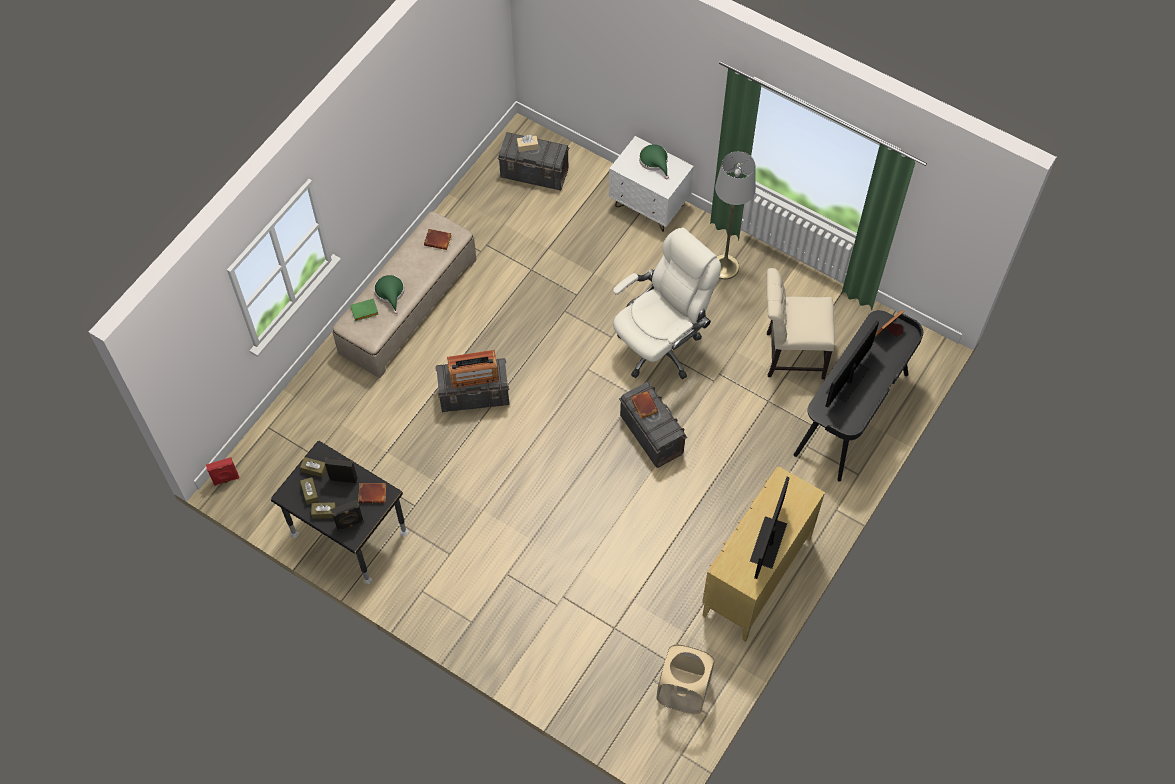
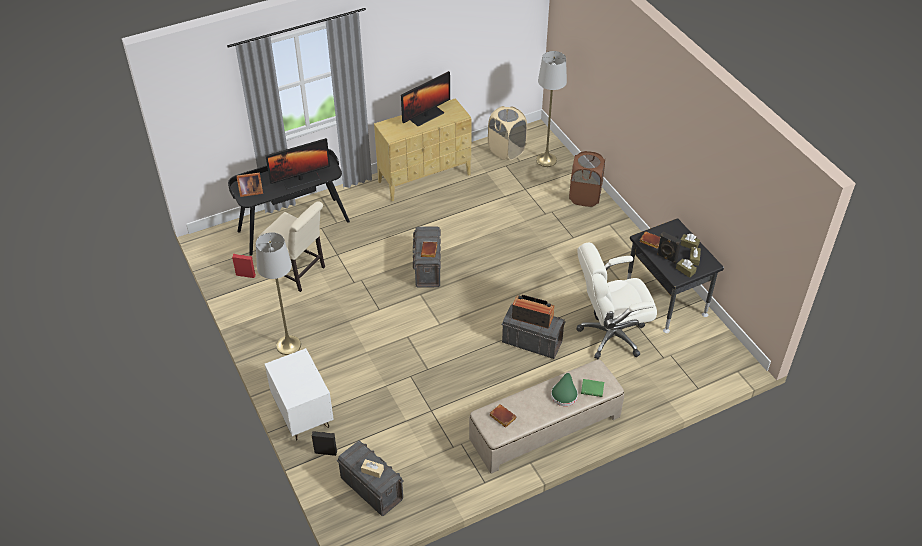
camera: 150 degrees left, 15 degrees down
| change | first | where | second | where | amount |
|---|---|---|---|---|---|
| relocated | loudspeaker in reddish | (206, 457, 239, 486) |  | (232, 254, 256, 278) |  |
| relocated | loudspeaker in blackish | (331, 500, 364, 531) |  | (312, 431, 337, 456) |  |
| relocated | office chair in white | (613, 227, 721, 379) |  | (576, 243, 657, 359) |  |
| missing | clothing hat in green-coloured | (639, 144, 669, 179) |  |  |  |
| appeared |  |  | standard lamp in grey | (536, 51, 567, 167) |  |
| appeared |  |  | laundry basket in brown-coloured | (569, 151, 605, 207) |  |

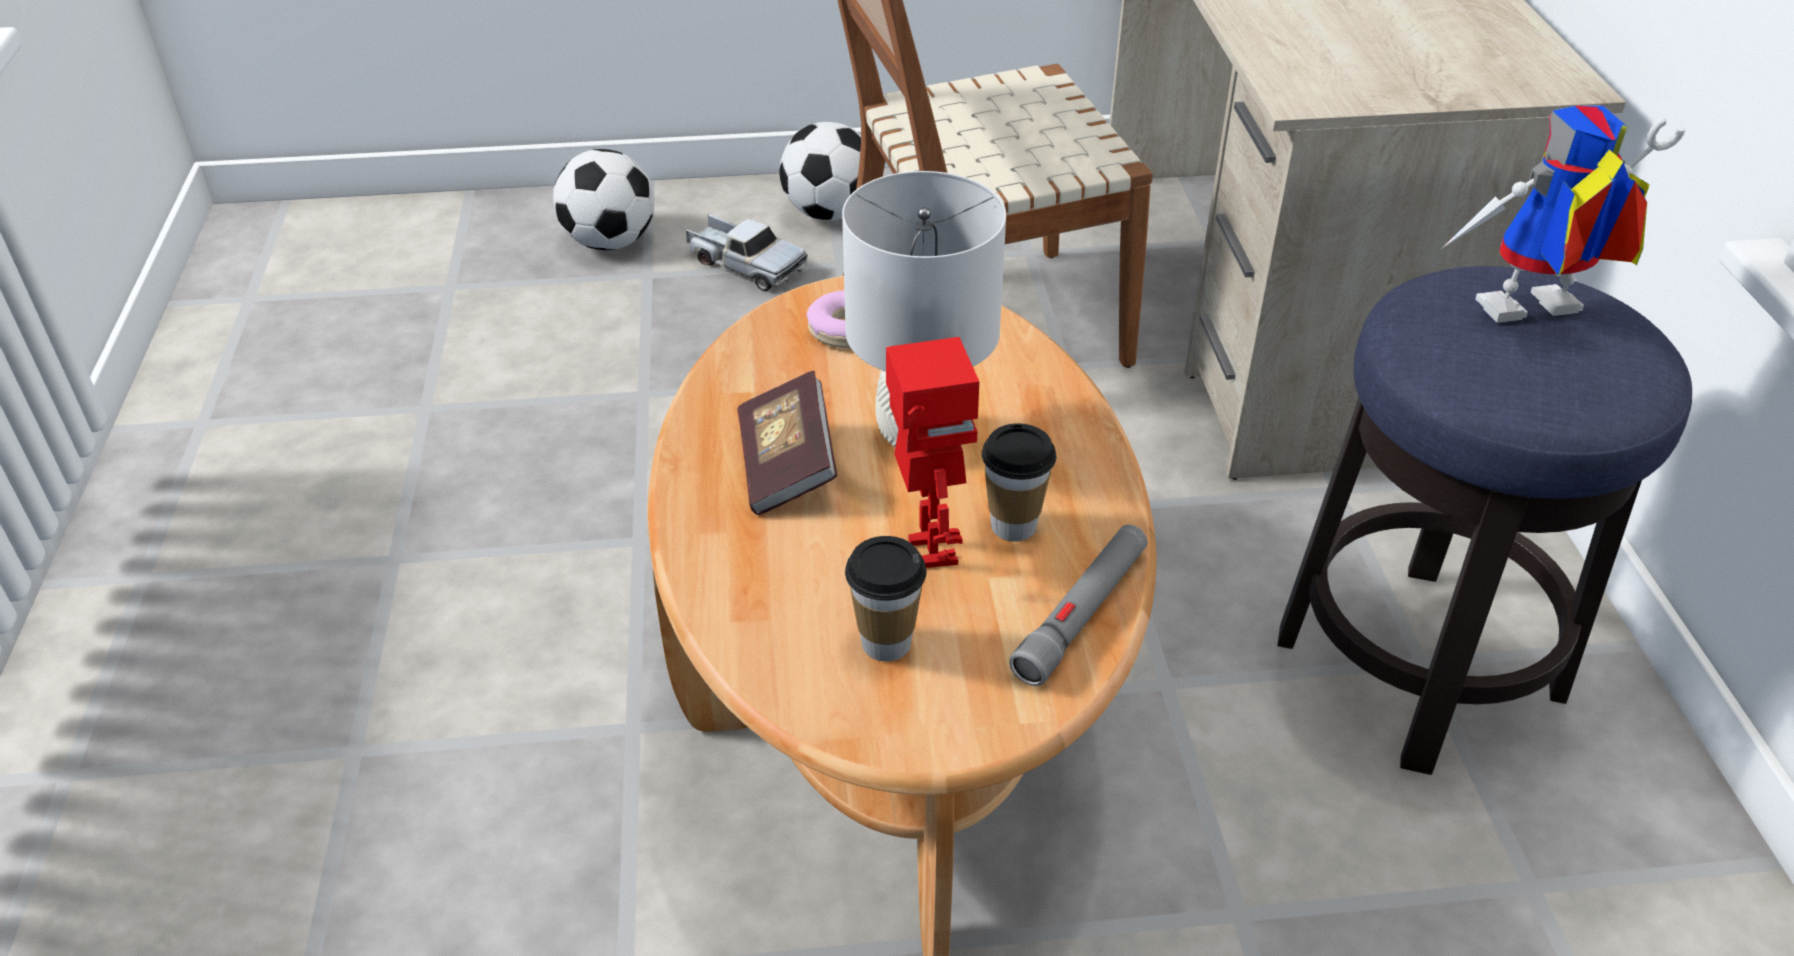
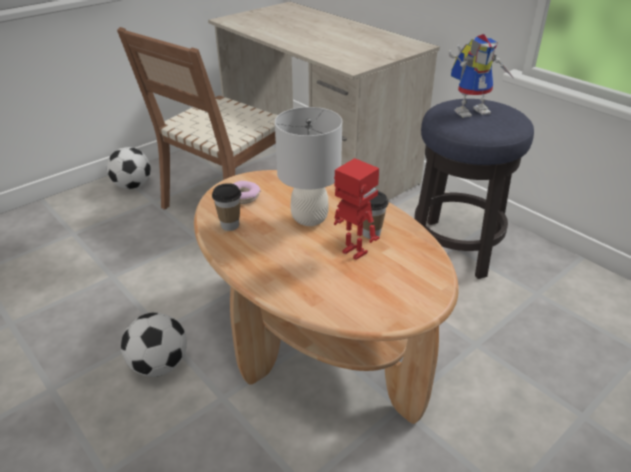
camera: 35 degrees left, 5 degrees down
| change | first | where | second | where | amount |
|---|---|---|---|---|---|
| relocated | football ball | (553, 149, 654, 250) |  | (121, 313, 187, 377) |  |
| missing | toy truck | (686, 214, 807, 291) |  |  |  |
| missing | volume | (737, 370, 837, 515) |  |  |  |
| relocated | cup | (845, 536, 926, 662) |  | (212, 183, 241, 231) |  |
| missing | flashlight in grey | (1009, 524, 1148, 686) |  |  |  |
| spun | toy robot | (1440, 105, 1686, 323) |  | (448, 34, 513, 118) | 150 degrees counterclockwise |

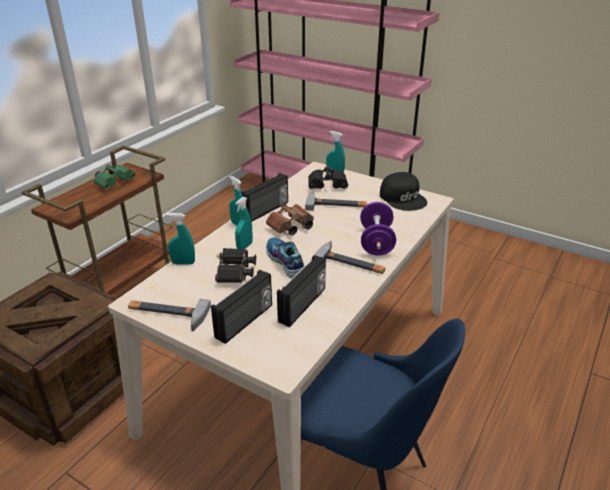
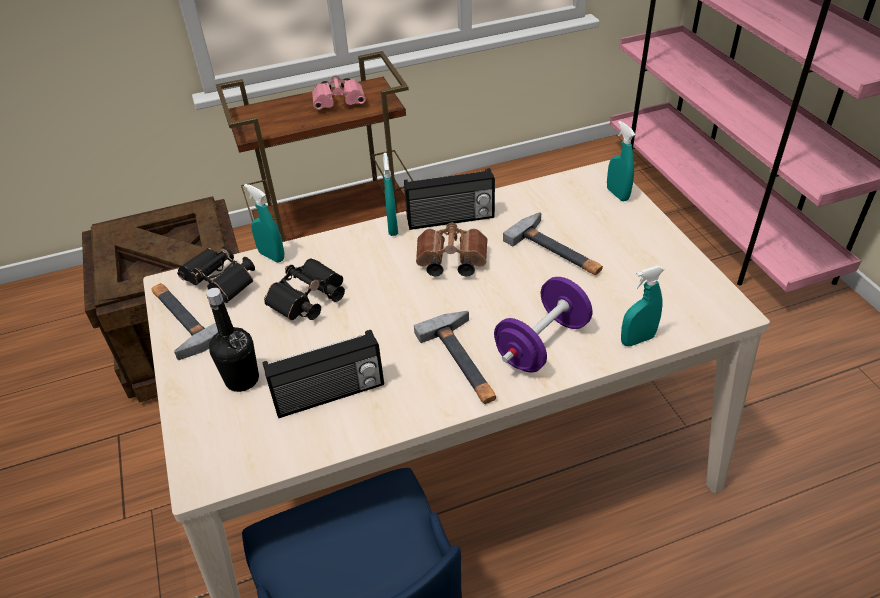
camera: 40 degrees right, 10 degrees up
| change | first | where | second | where | amount |
|---|---|---|---|---|---|
| colour | binoculars in green-coloured | (94, 165, 136, 189) | binoculars in pink | (312, 75, 366, 110) |  |
| exchanged | radio receiver | (211, 270, 272, 344) | drink bottle in blackish | (206, 288, 259, 392) |  |
| relocated | hand sprayer in blue-green | (235, 197, 253, 249) |  | (621, 266, 664, 346) |  |
| missing | item of footwear | (266, 238, 304, 279) |  |  |  |
| relocated | binoculars in blackish | (308, 166, 348, 189) |  | (177, 246, 255, 303) |  |
| missing | baseball cap in blackish | (380, 172, 427, 211) |  |  |  |

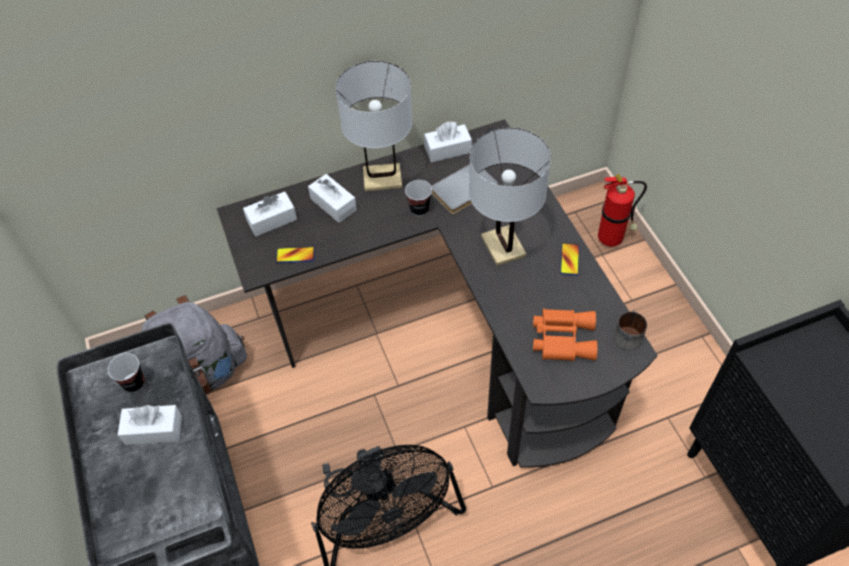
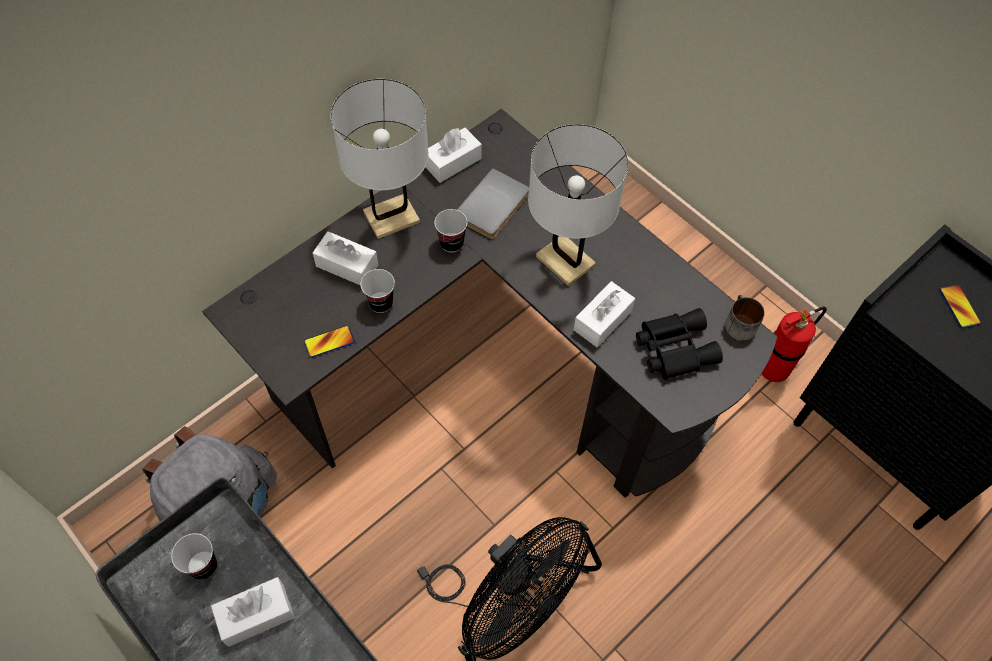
camera: 25 degrees left, 5 degrees up
| change | first | where | second | where | amount |
|---|---|---|---|---|---|
| relocated | tissue box in white | (243, 192, 297, 237) |  | (574, 281, 635, 347) |  |
| colour | binoculars in orange-coloured | (533, 308, 597, 361) | binoculars in blackish | (636, 308, 723, 380) |  |
| relocated | handset | (560, 243, 579, 275) |  | (939, 284, 981, 328) |  |
| relocated | extinguisher | (598, 174, 647, 247) |  | (762, 307, 827, 382) |  |
| appeared |  |  | cup | (360, 269, 395, 313) |  |

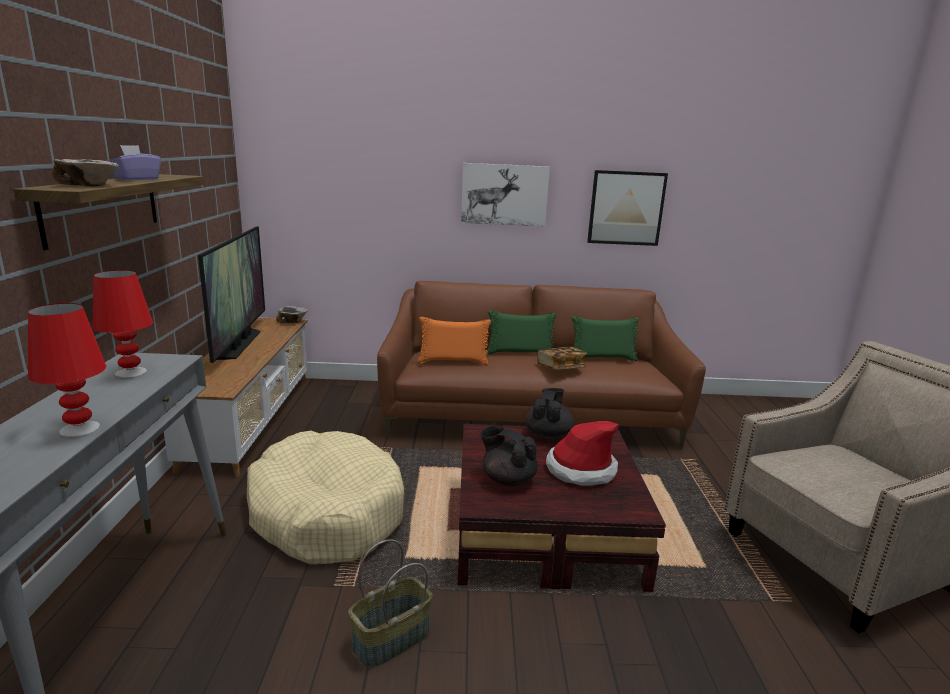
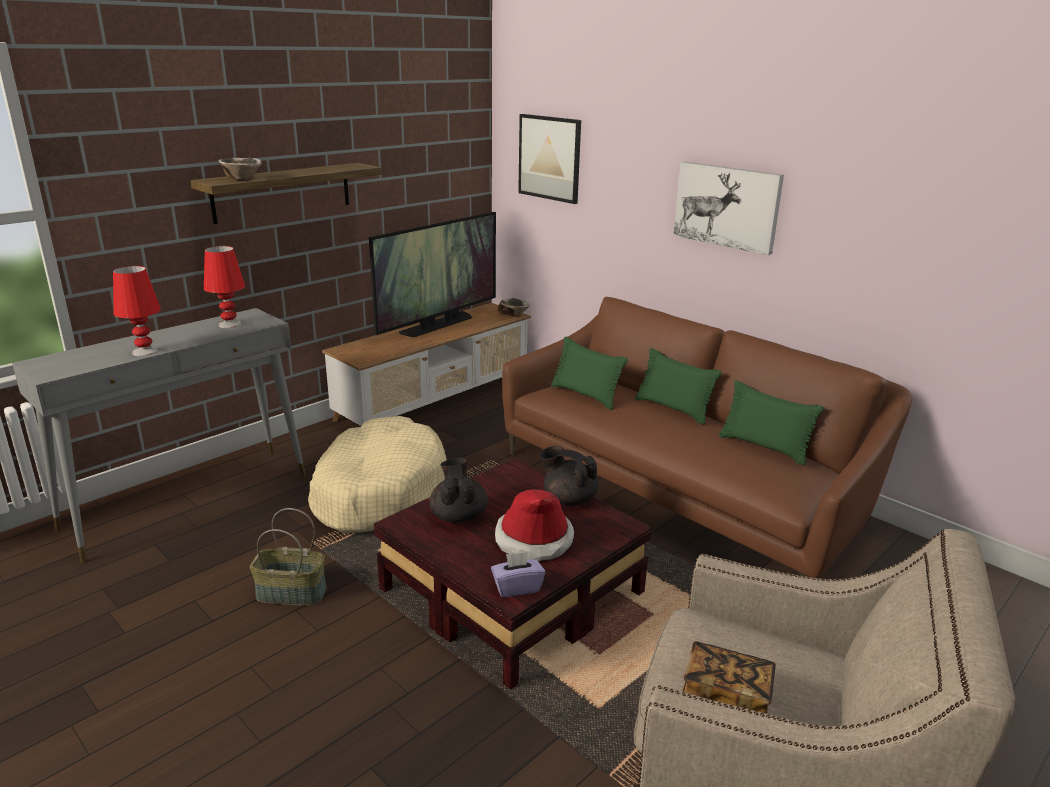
camera: 45 degrees right, 5 degrees up
| change | first | where | second | where | amount |
|---|---|---|---|---|---|
| relocated | tissue box in purple | (107, 145, 161, 180) |  | (491, 552, 546, 597) |  |
| colour | throw pillow in orange-coloured | (417, 317, 491, 366) | throw pillow in green-coloured | (550, 336, 628, 410) |  |
| spun | tea pot in blackish | (526, 388, 574, 439) |  | (540, 446, 599, 506) | 120 degrees counterclockwise |
| relocated | volume | (537, 346, 587, 370) |  | (682, 641, 776, 714) |  |
| relocated | wall art | (587, 170, 668, 246) |  | (518, 114, 581, 204) |  |

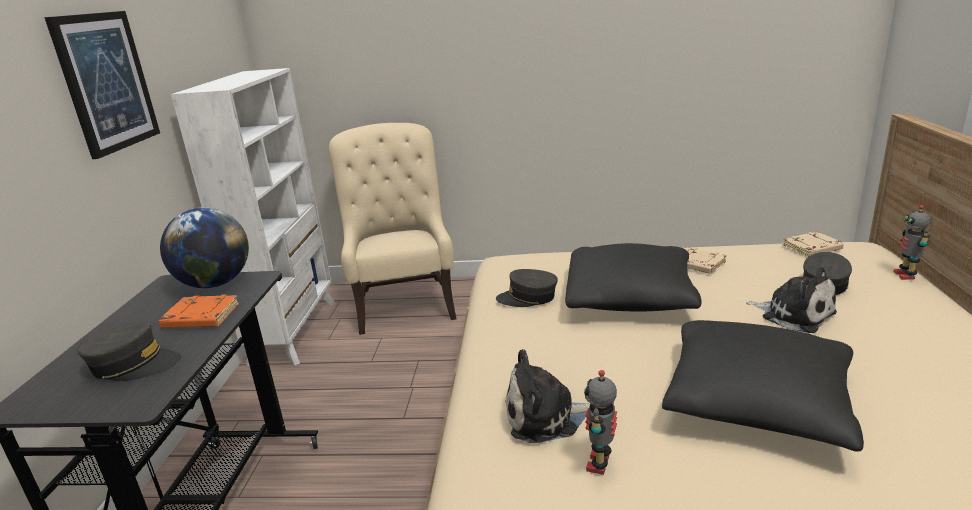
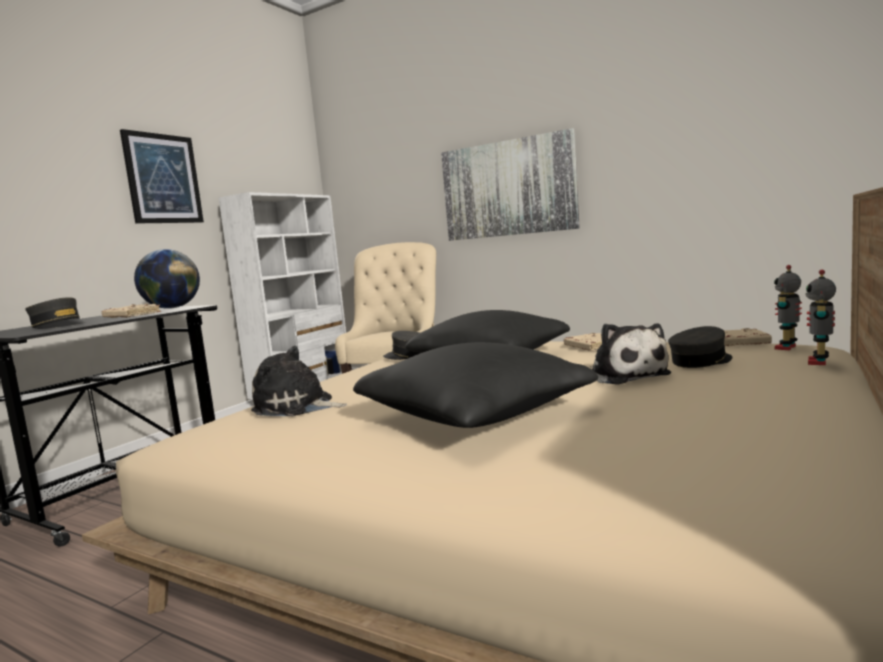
camera: 25 degrees right, 15 degrees down
| change | first | where | second | where | amount |
|---|---|---|---|---|---|
| colour | volume in orange-coloured | (159, 294, 240, 328) | volume in sand-coloured | (102, 304, 161, 318) |  |
| relocated | toy robot | (584, 370, 617, 475) |  | (774, 265, 802, 350) |  |
| appeared |  |  | wall art | (441, 128, 580, 241) |  |

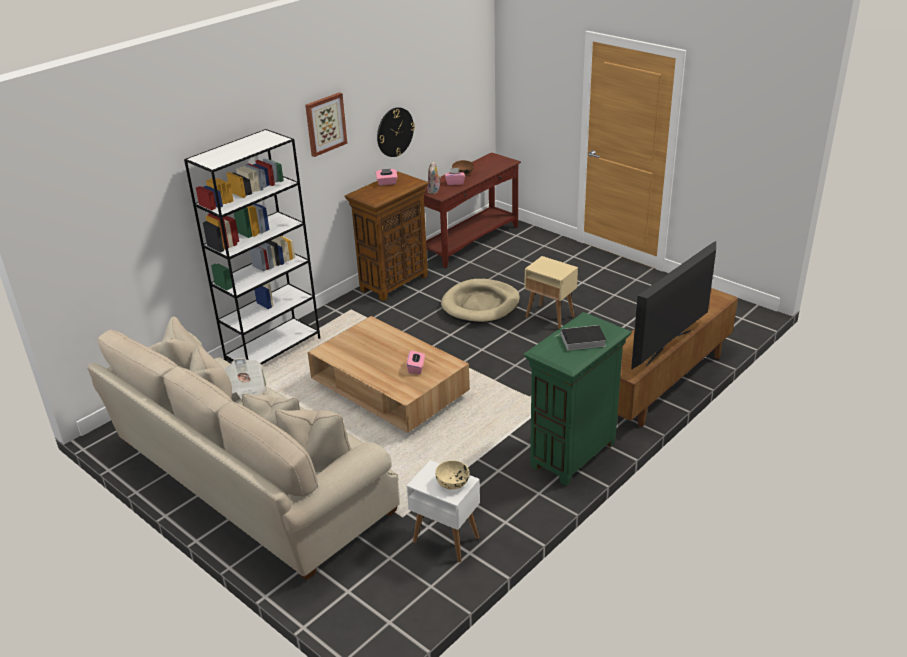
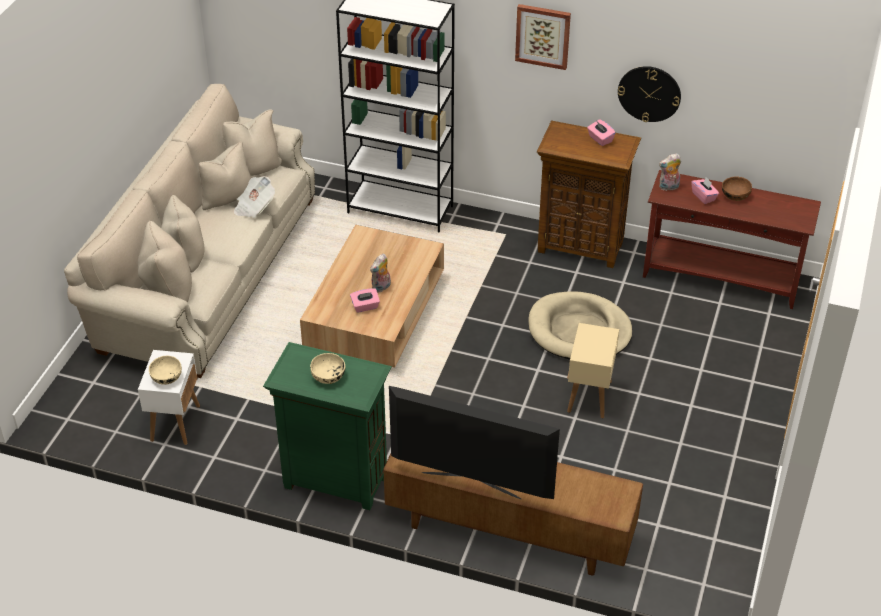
camera: 65 degrees right, 10 degrees up
| change | first | where | second | where | amount |
|---|---|---|---|---|---|
| exchanged | volume | (555, 325, 606, 351) | serving bowl in sand-coloured | (310, 353, 346, 384) |  |
| appeared |  |  | soft toy | (370, 254, 391, 293) |  |

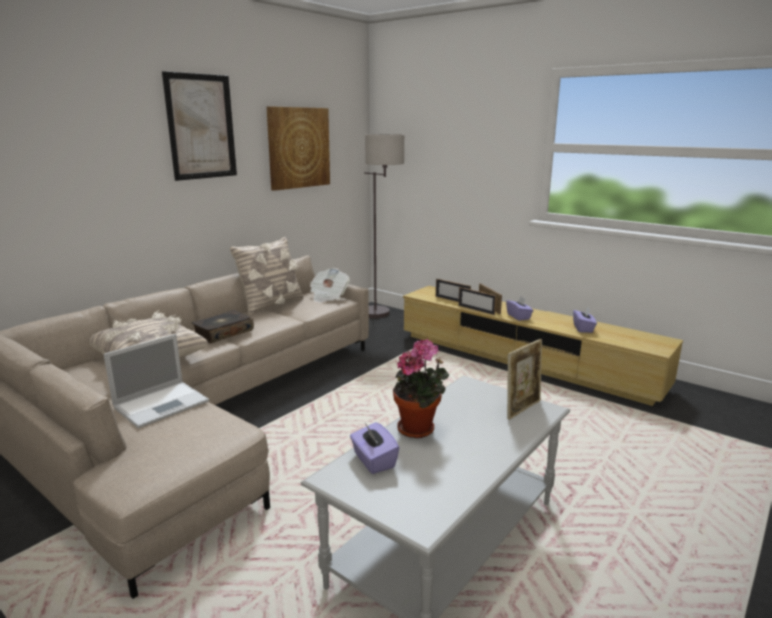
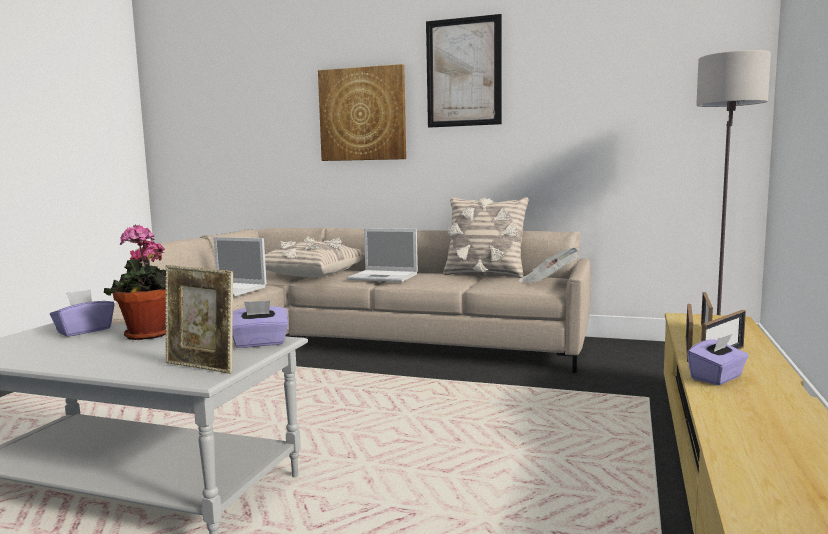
camera: 70 degrees right, 10 degrees down
| change | first | where | second | where | amount |
|---|---|---|---|---|---|
| exchanged | volume | (192, 310, 254, 344) | laptop | (347, 228, 418, 282) |  |
| relocated | wall art | (267, 106, 330, 191) |  | (318, 64, 406, 161) |  |
| relocated | tissue box in purple | (573, 308, 597, 333) |  | (233, 300, 289, 348) |  |

